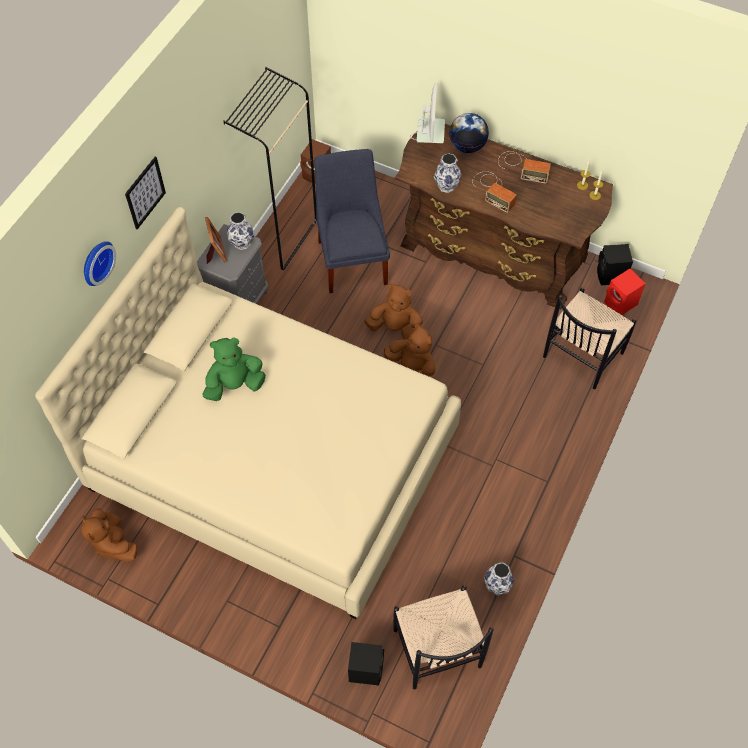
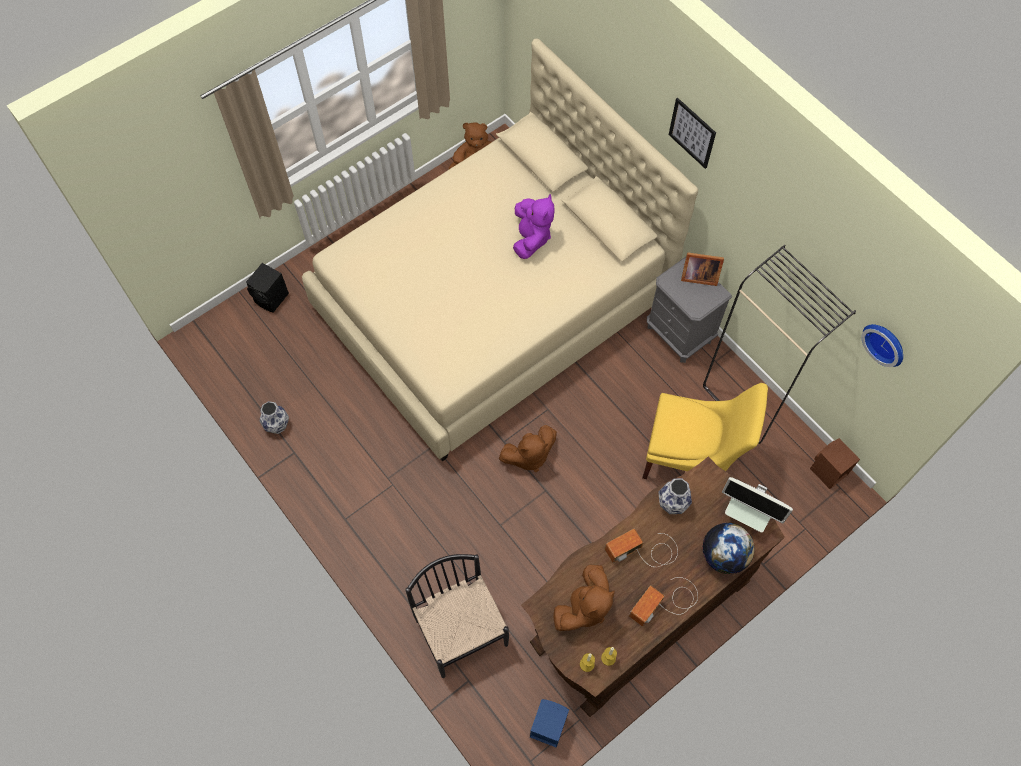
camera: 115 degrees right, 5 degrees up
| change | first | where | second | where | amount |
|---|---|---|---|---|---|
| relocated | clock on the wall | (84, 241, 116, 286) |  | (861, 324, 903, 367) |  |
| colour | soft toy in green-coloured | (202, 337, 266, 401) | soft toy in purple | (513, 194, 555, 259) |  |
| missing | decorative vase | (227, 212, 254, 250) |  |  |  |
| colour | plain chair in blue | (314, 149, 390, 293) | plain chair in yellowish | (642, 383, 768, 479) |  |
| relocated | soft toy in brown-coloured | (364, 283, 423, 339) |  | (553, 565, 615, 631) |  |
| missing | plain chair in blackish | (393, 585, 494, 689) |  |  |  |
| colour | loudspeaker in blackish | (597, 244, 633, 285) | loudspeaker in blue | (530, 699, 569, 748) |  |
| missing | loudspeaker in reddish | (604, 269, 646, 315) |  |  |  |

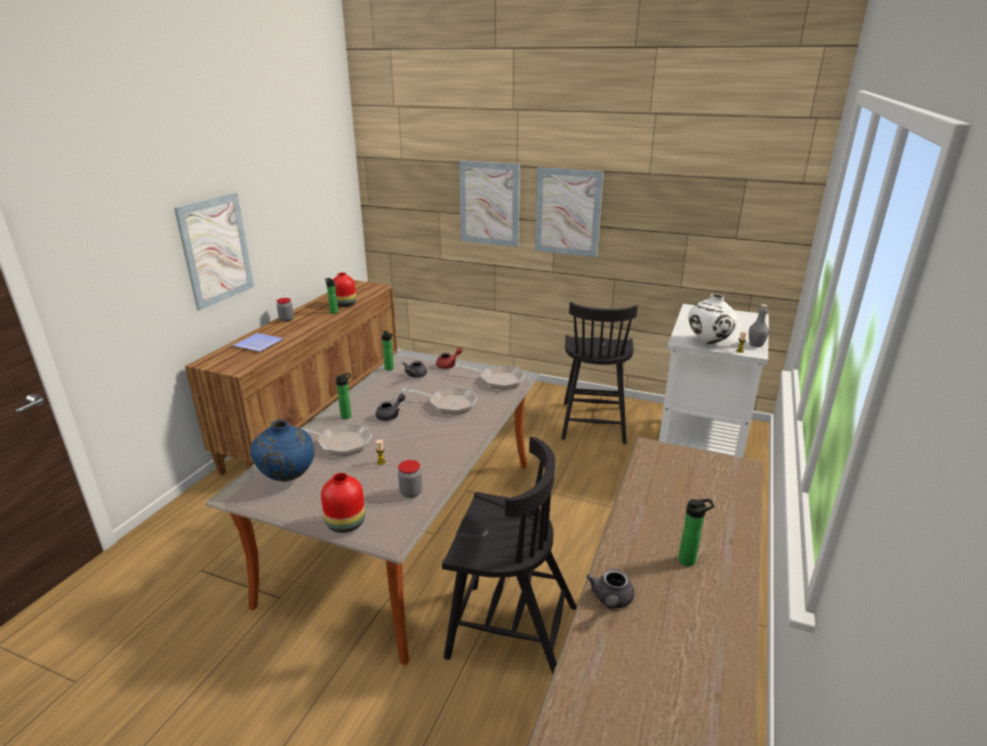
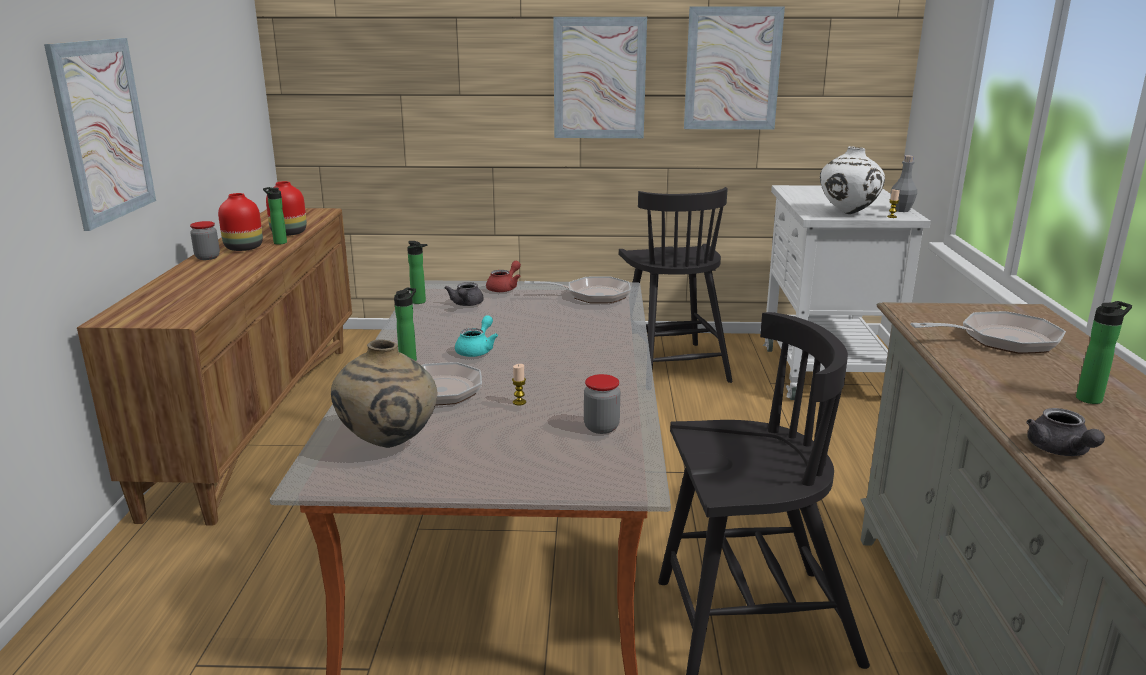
camera: 20 degrees left, 5 degrees down
| change | first | where | second | where | amount |
|---|---|---|---|---|---|
| missing | flat dish | (233, 333, 284, 352) |  |  |  |
| colour | decorative vase in blue | (250, 420, 315, 482) | decorative vase in sand-coloured | (331, 340, 437, 448) |  |
| relocated | decorative vase in reddish | (321, 473, 365, 533) |  | (218, 193, 263, 251) |  |
| colour | tea pot in grey | (376, 393, 405, 421) | tea pot in blue-green | (455, 315, 498, 357) |  |
| relocated | frying pan | (401, 387, 478, 415) |  | (910, 311, 1066, 354) |  |
| relocated | wall art | (459, 160, 520, 247) |  | (684, 6, 785, 129) |  |

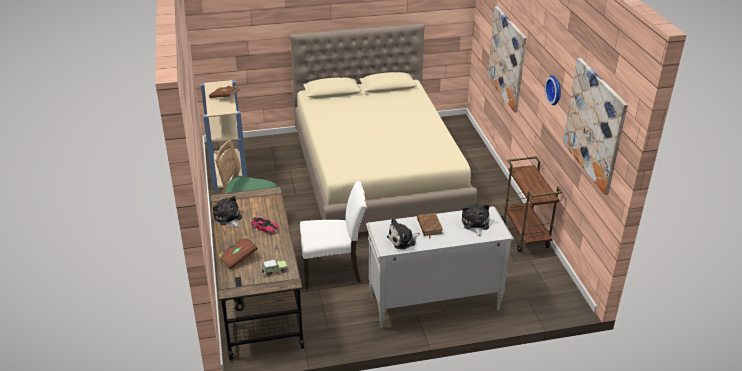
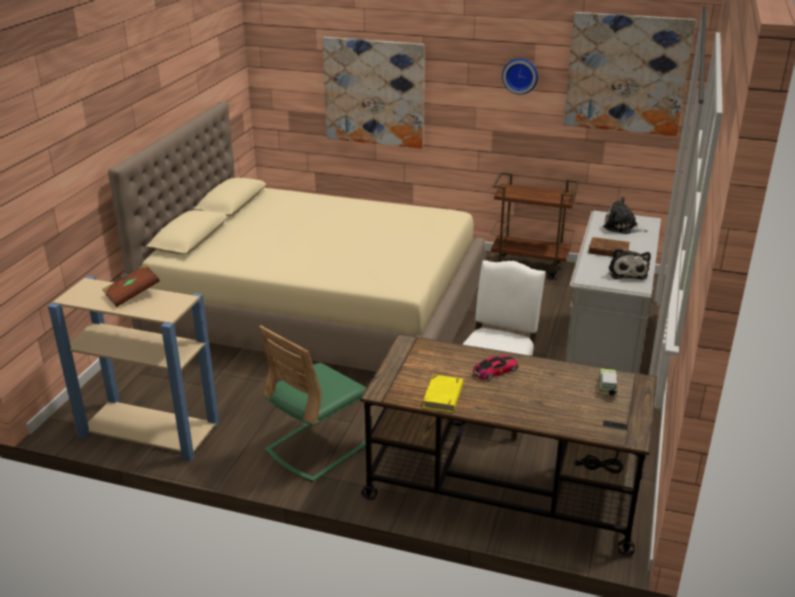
camera: 60 degrees left, 5 degrees down
| change | first | where | second | where | amount |
|---|---|---|---|---|---|
| exchanged | soft toy | (213, 196, 242, 227) | volume in yellowish | (423, 374, 463, 412) |  |
| missing | volume in brown-coloured | (218, 235, 258, 269) |  |  |  |

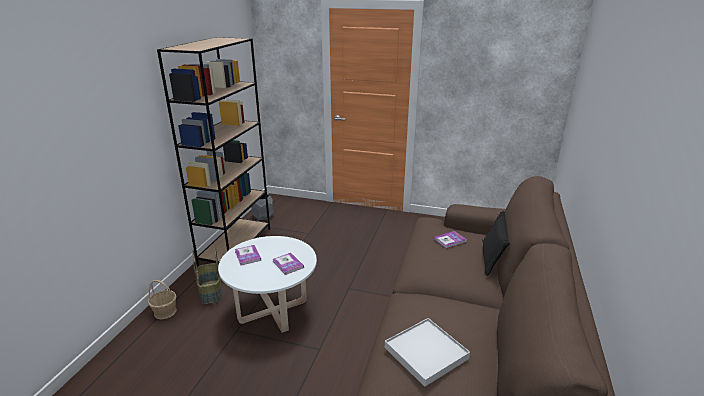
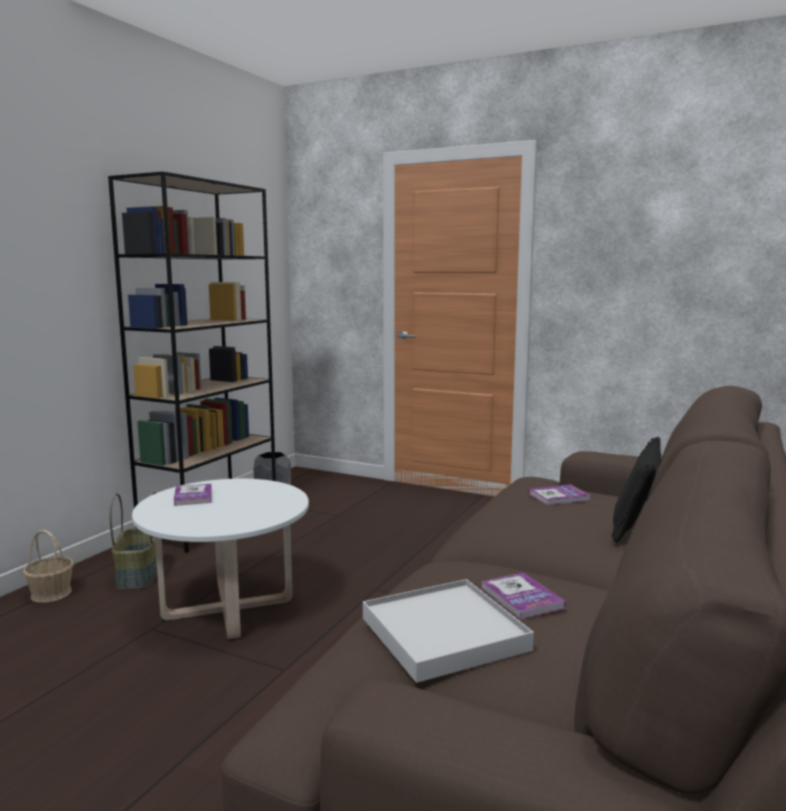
camera: 10 degrees right, 15 degrees down
| change | first | where | second | where | amount |
|---|---|---|---|---|---|
| relocated | volume | (273, 253, 304, 275) |  | (481, 572, 566, 619) |  |

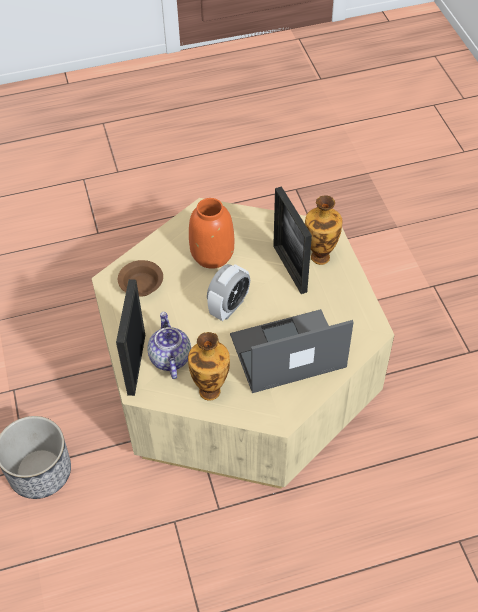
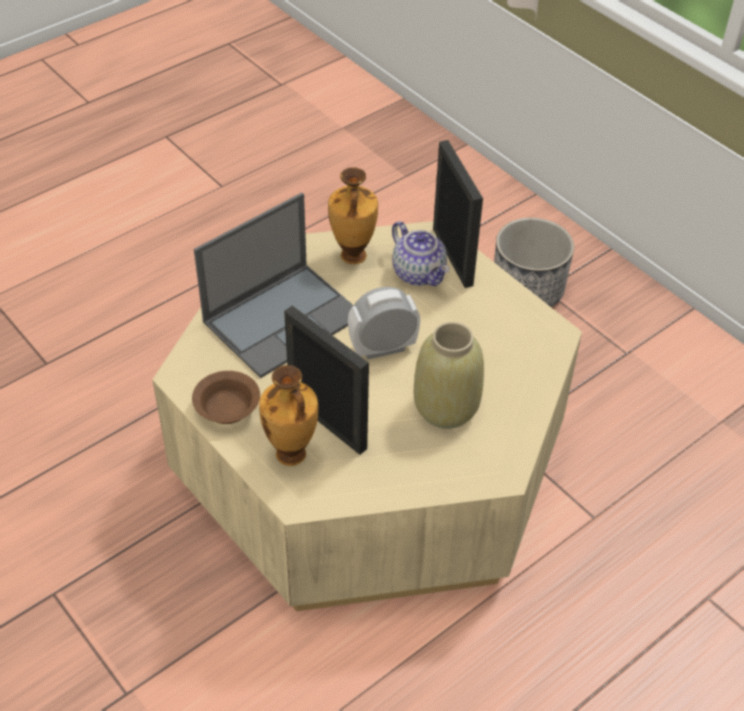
camera: 155 degrees right, 5 degrees down
| change | first | where | second | where | amount |
|---|---|---|---|---|---|
| relocated | serving bowl in brown-coloured | (118, 260, 163, 297) |  | (192, 371, 260, 424) |  |
| colour | decorative vase in orange-coloured | (189, 198, 234, 269) | decorative vase in sand-coloured | (414, 322, 484, 429) |  |
| spun | table clock | (207, 264, 250, 321) |  | (348, 287, 420, 360) | 60 degrees clockwise |

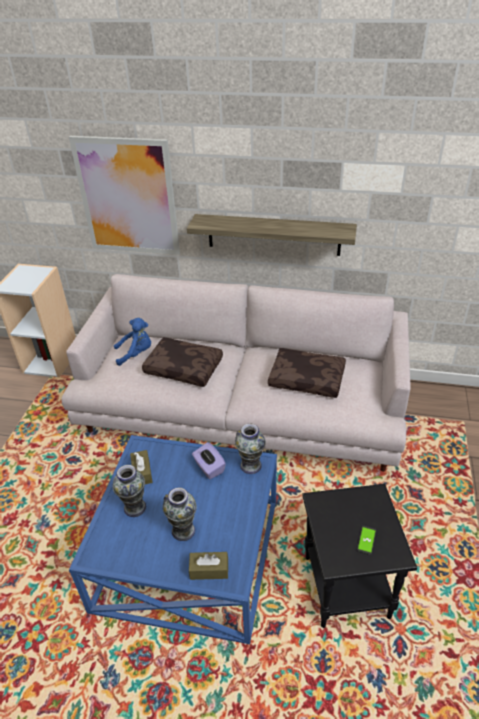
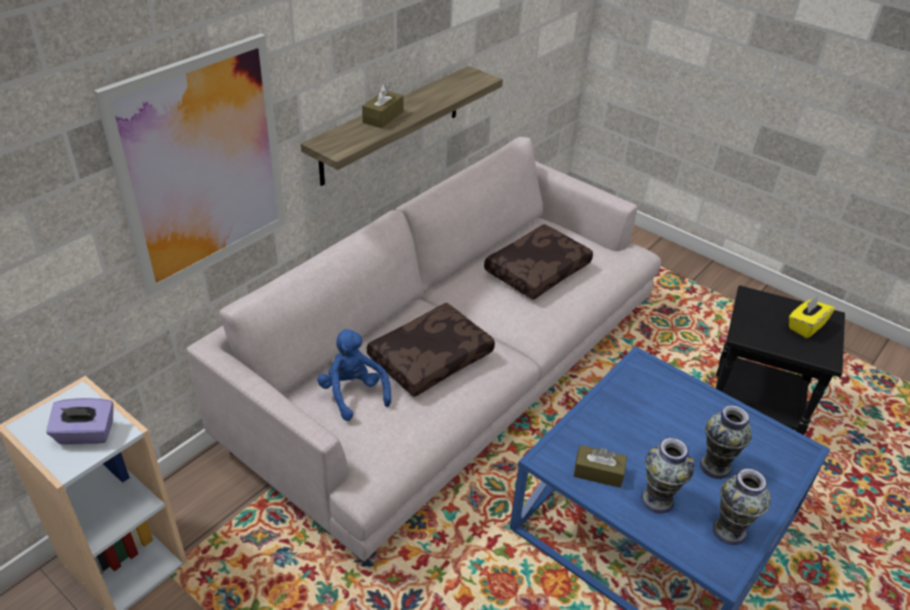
camera: 65 degrees left, 0 degrees up
| change | first | where | second | where | amount |
|---|---|---|---|---|---|
| spun | soft toy in blue | (114, 318, 151, 366) |  | (317, 329, 391, 421) | 45 degrees counterclockwise |
| relocated | tissue box in brown-coloured | (189, 552, 228, 580) |  | (362, 83, 404, 128) |  |
| relocated | tissue box in purple | (192, 442, 226, 479) |  | (46, 398, 114, 444) |  |
| relocated | decorative vase | (235, 423, 266, 474) |  | (713, 468, 770, 545) |  |
| exchanged | handset | (357, 525, 377, 555) | tissue box in yellowish | (789, 296, 835, 338) |  |

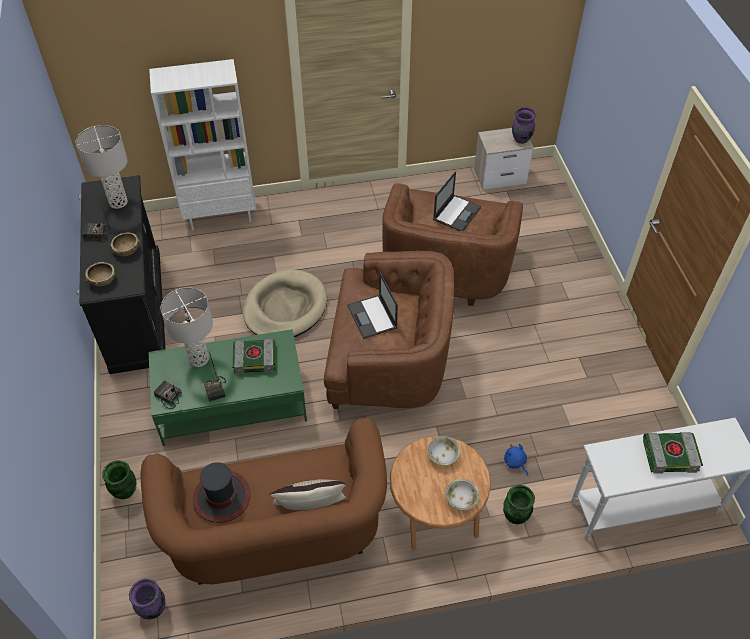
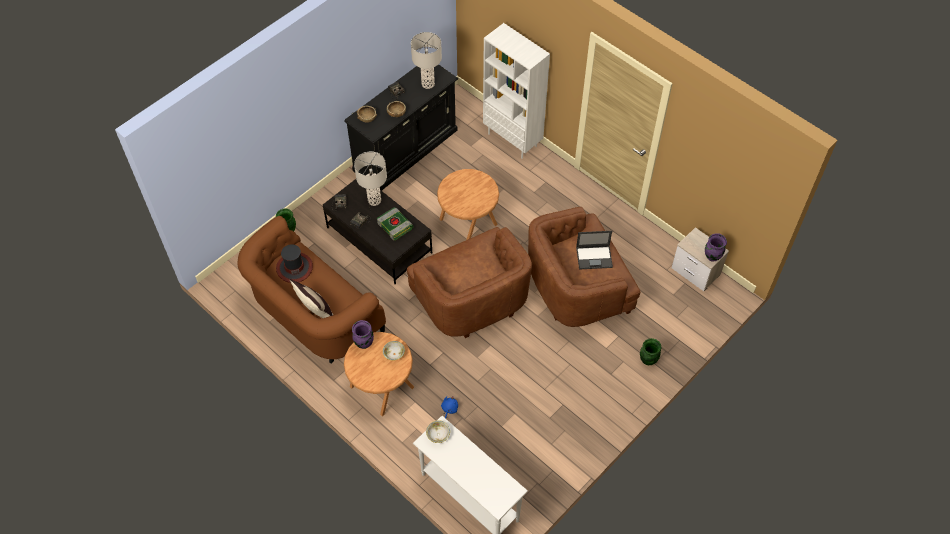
camera: 55 degrees right, 5 degrees up
| change | first | where | second | where | amount |
|---|---|---|---|---|---|
| relocated | decorative vase in purple | (129, 578, 166, 619) |  | (352, 320, 374, 349) |  |
| colour | coffee table in green-coloured | (149, 329, 307, 446) | coffee table in blackish | (323, 179, 432, 284) |  |
| exchanged | dog bed in sand-coloured | (243, 269, 327, 337) | accent table in brown-coloured | (437, 169, 499, 240) |  |
| missing | laptop | (347, 272, 398, 339) |  |  |  |
| relocated | serving bowl | (446, 479, 480, 510) |  | (426, 420, 450, 443) |  |
| relocated | decorative vase in green-coloured | (503, 485, 535, 524) |  | (640, 338, 662, 365) |  |
| missing | volume | (643, 432, 703, 474) |  |  |  |

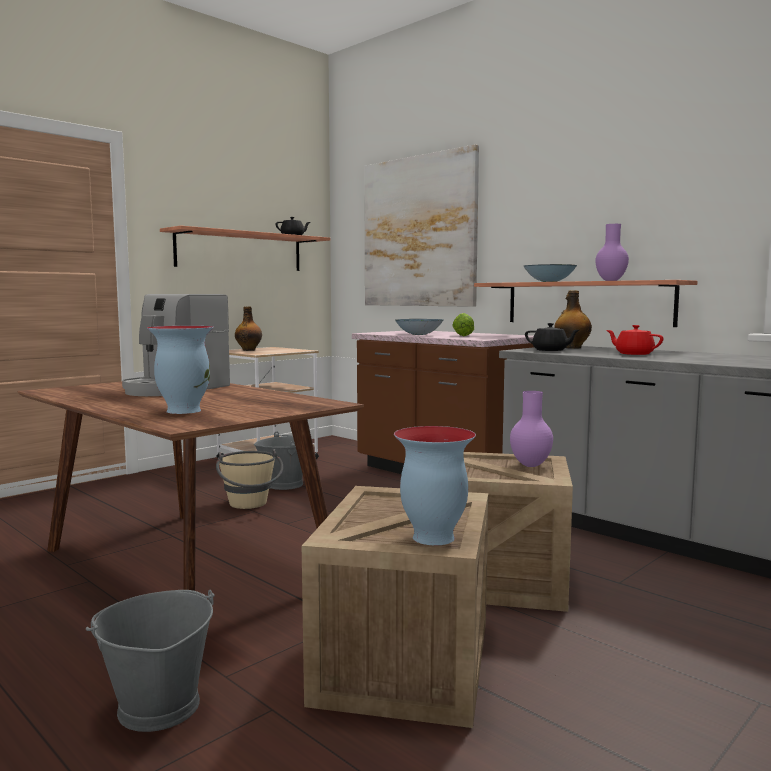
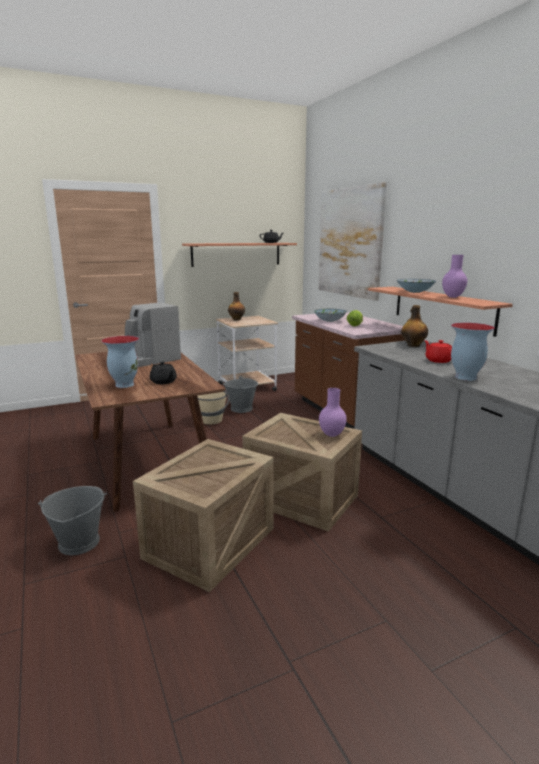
camera: 20 degrees right, 10 degrees up
| change | first | where | second | where | amount |
|---|---|---|---|---|---|
| relocated | decorative vase | (394, 426, 476, 545) |  | (451, 323, 495, 381) |  |
| relocated | tea pot in blackish | (525, 323, 579, 351) |  | (150, 362, 177, 384) |  |

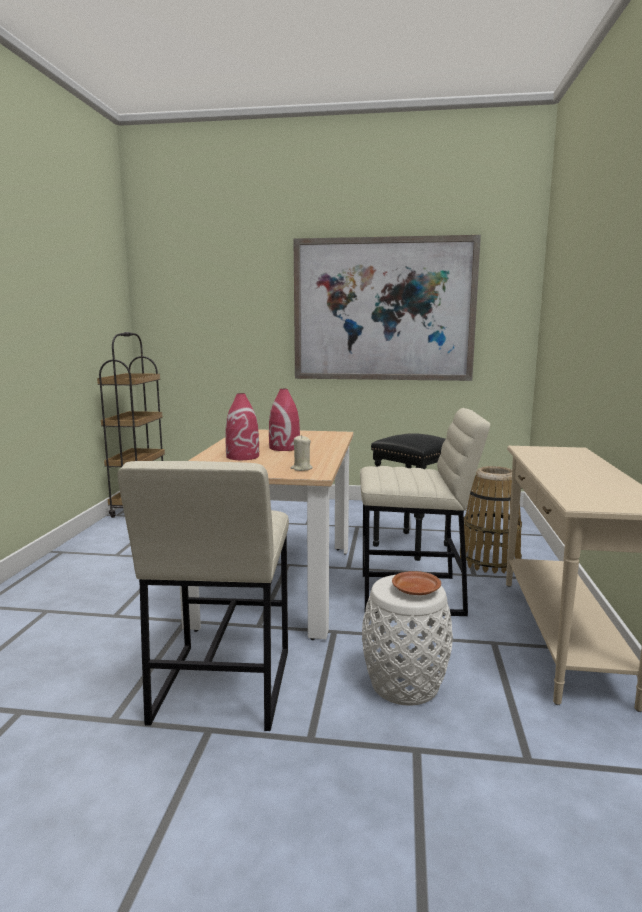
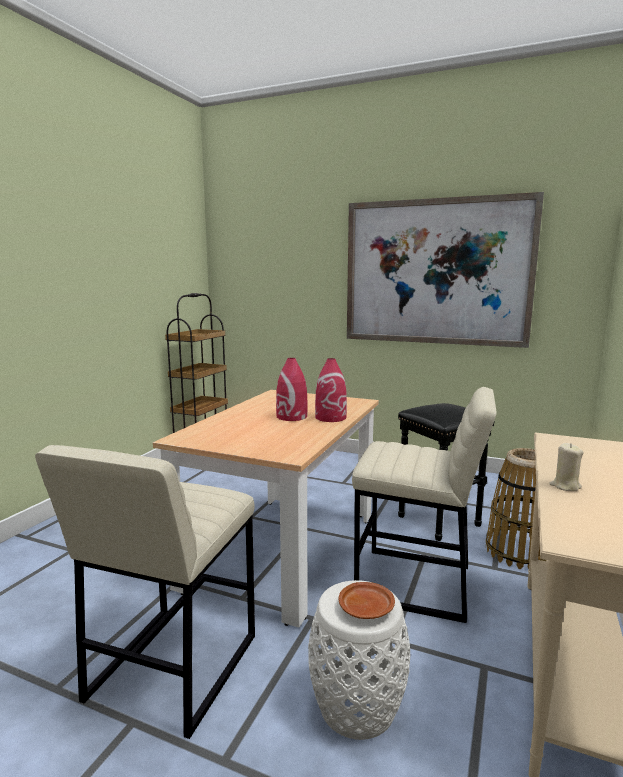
camera: 15 degrees right, 0 degrees up
| change | first | where | second | where | amount |
|---|---|---|---|---|---|
| relocated | decorative vase in reddish | (225, 393, 259, 460) |  | (315, 358, 347, 422) |  |
| relocated | wax candle in sand-coloured | (291, 435, 313, 471) |  | (549, 443, 584, 491) |  |

